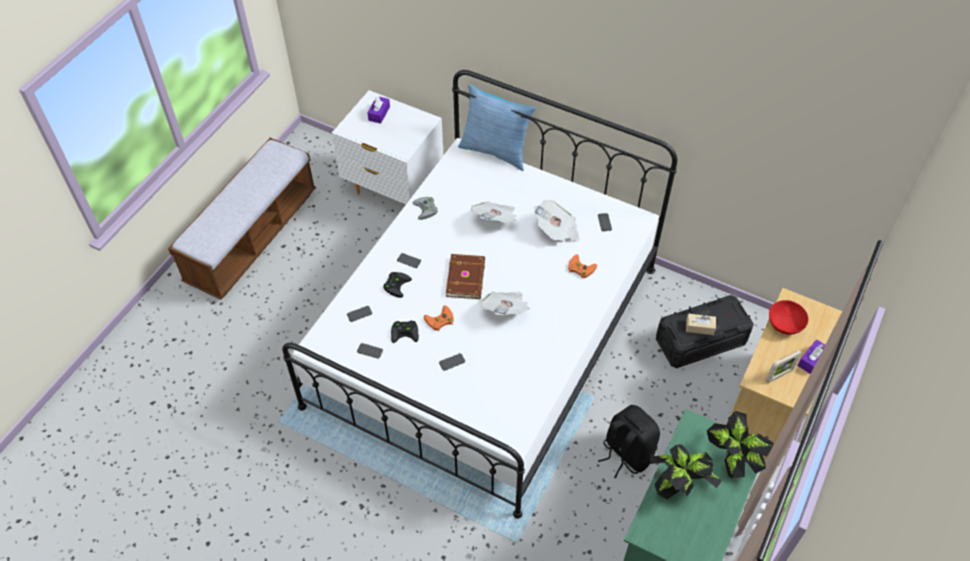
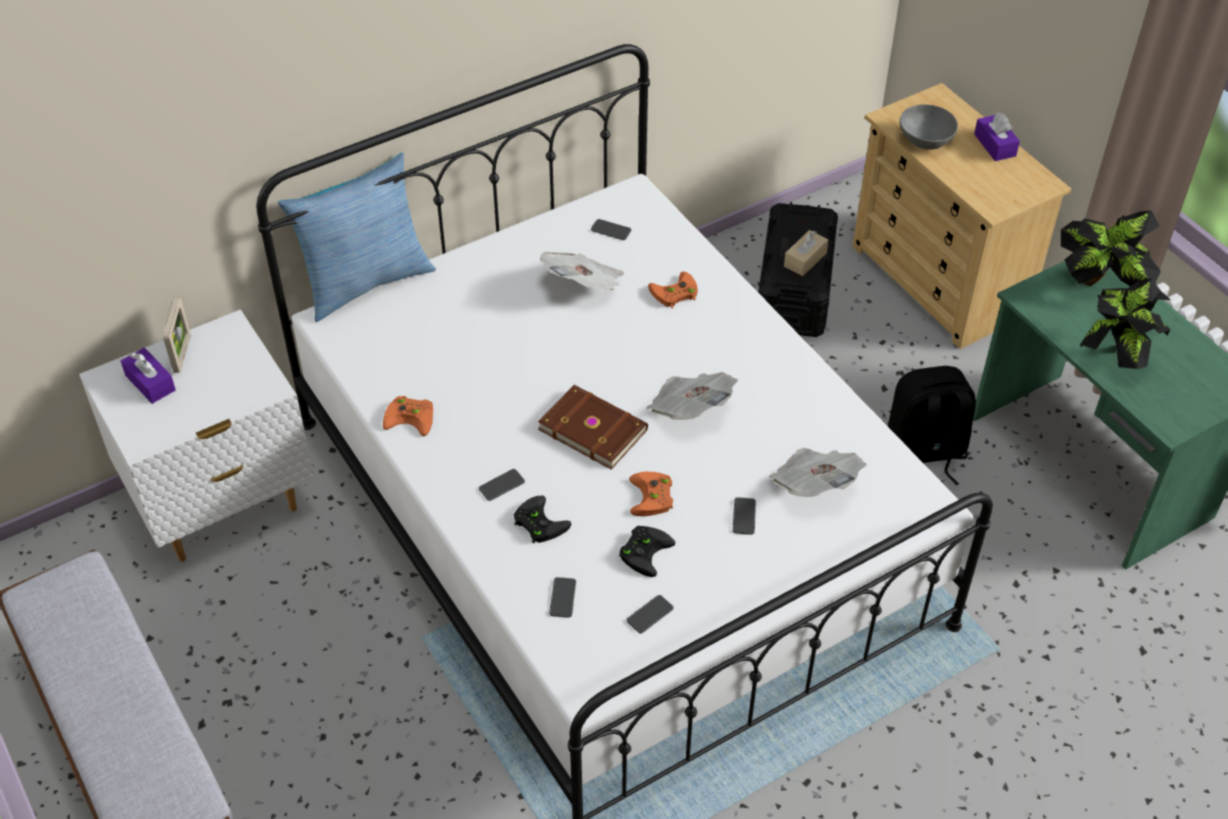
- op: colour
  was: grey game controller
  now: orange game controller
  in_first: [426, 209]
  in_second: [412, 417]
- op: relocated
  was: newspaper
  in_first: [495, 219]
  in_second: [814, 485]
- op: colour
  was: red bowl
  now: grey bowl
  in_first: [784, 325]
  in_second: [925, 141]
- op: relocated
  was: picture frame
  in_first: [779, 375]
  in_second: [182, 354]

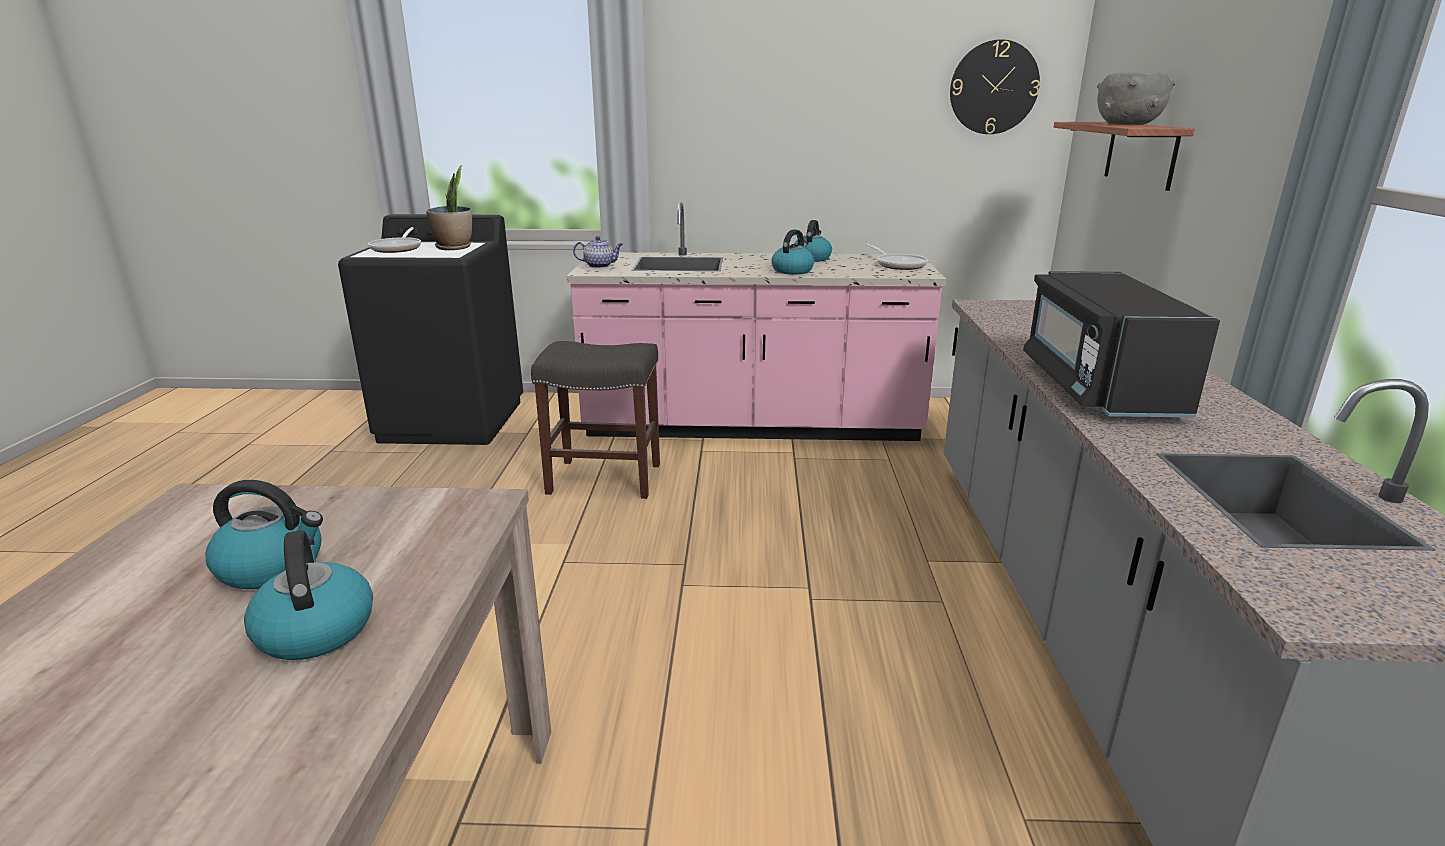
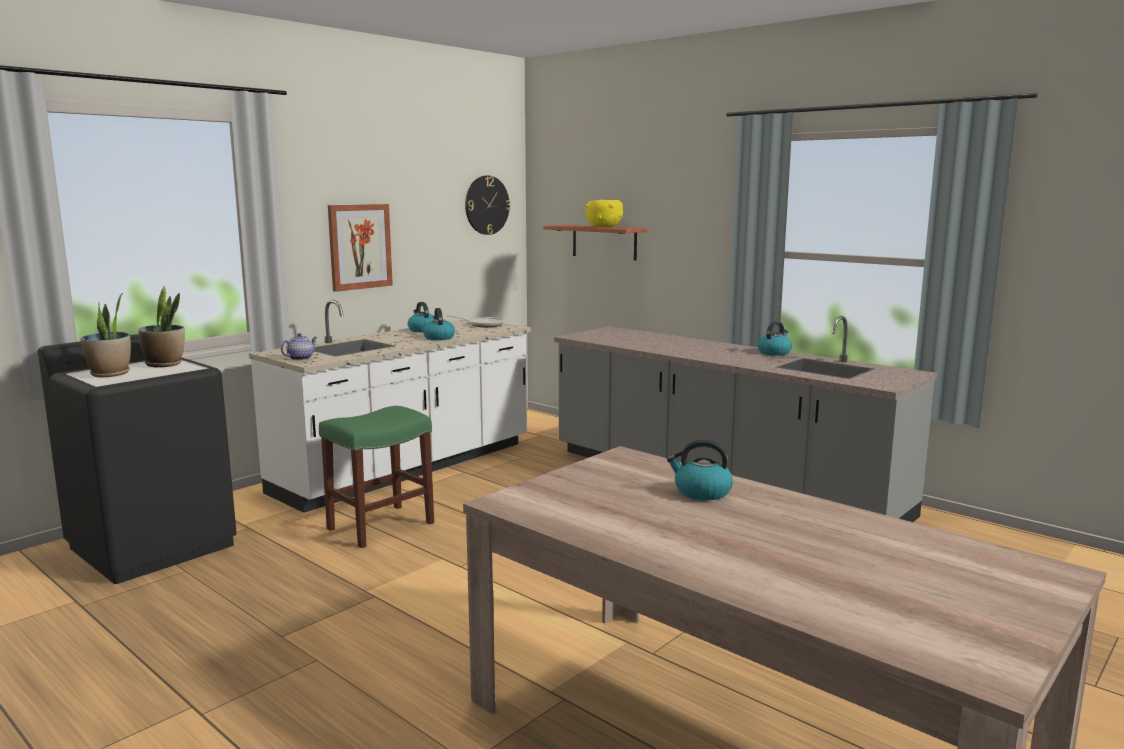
- op: colour
  was: grey bowl
  now: yellow bowl
  in_first: [1127, 125]
  in_second: [603, 227]
- op: colour
  was: pink counter
  now: white counter
  in_first: [752, 425]
  in_second: [407, 468]
- op: exchanged
  was: frying pan
  now: potted plant
  in_first: [398, 248]
  in_second: [110, 374]
- op: missing
  was: black microwave
  in_first: [1098, 387]
- op: colour
  was: grey stool
  now: green stool
  in_first: [606, 478]
  in_second: [381, 525]
- op: relocated
  was: kettle
  in_first: [273, 566]
  in_second: [774, 352]
- op: appeared
  now: picture
  in_second: [359, 246]

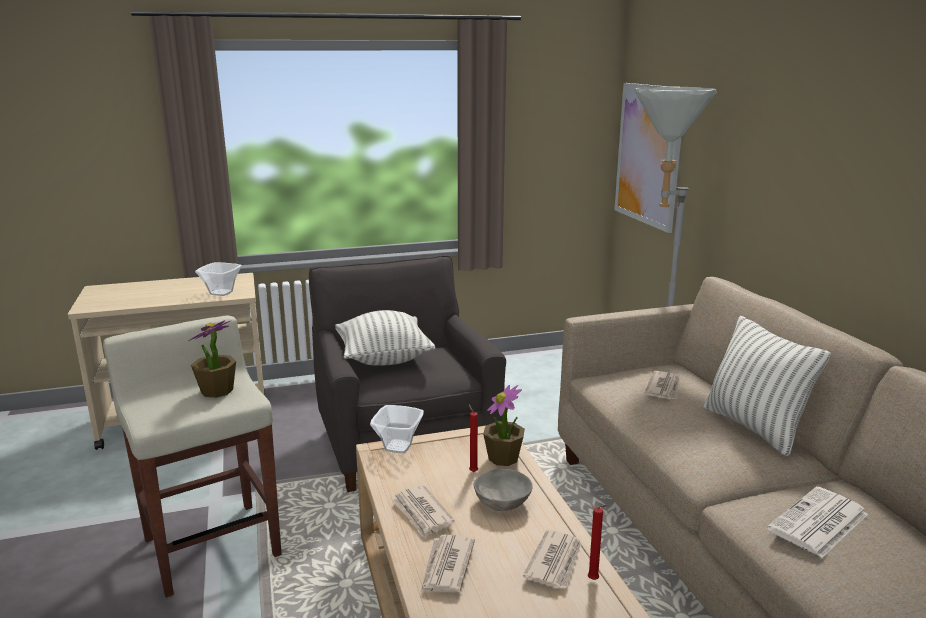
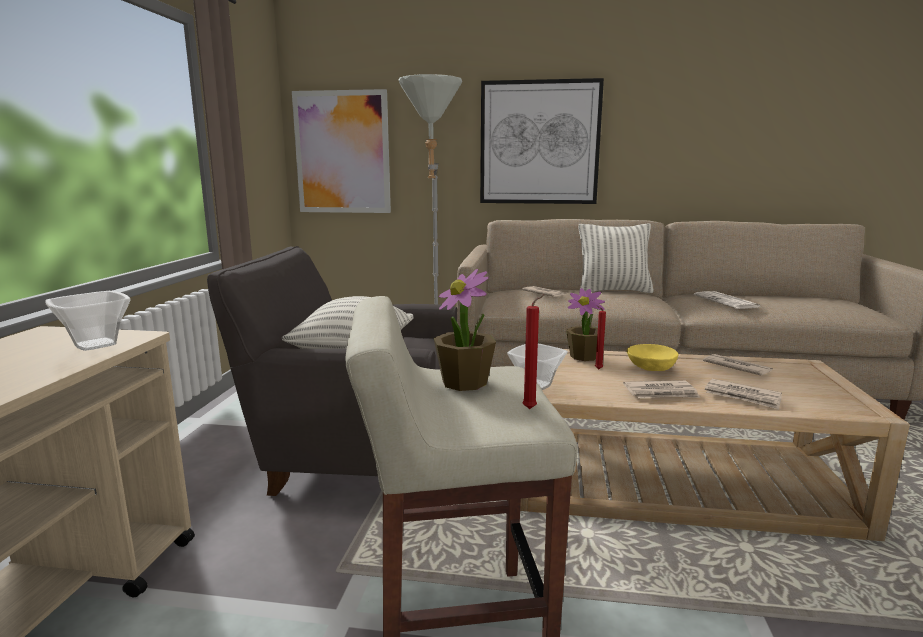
- op: colour
  was: grey bowl
  now: yellow bowl
  in_first: [503, 503]
  in_second: [651, 368]
- op: relocated
  was: red candle
  in_first: [594, 580]
  in_second: [531, 408]
- op: appeared
  now: picture
  in_second: [539, 143]

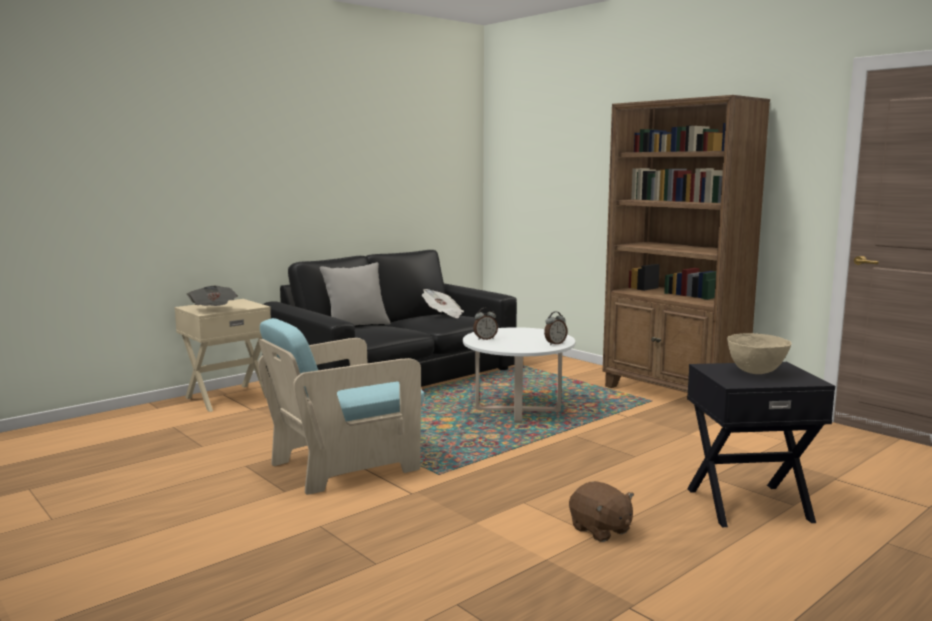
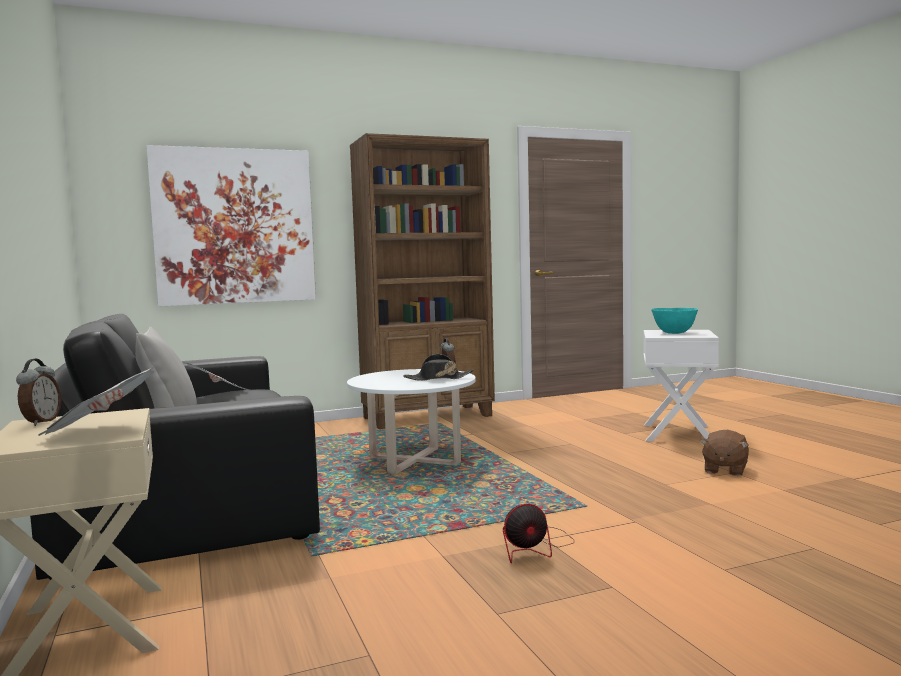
- op: relocated
  was: alarm clock
  in_first: [485, 339]
  in_second: [40, 422]
- op: exchanged
  was: turquoise armchair
  now: fan
  in_first: [345, 465]
  in_second: [534, 547]
- op: colour
  was: beige bowl
  now: turquoise bowl
  in_first: [755, 372]
  in_second: [674, 333]
- op: colour
  was: black side table
  now: white side table
  in_first: [747, 504]
  in_second: [676, 433]
- op: spun
  was: brown plush toy
  in_first: [600, 530]
  in_second: [724, 470]
  clockwise: 135
- op: appeared
  now: picture
  in_second: [235, 226]
- op: appeared
  now: black hat
  in_second: [438, 378]

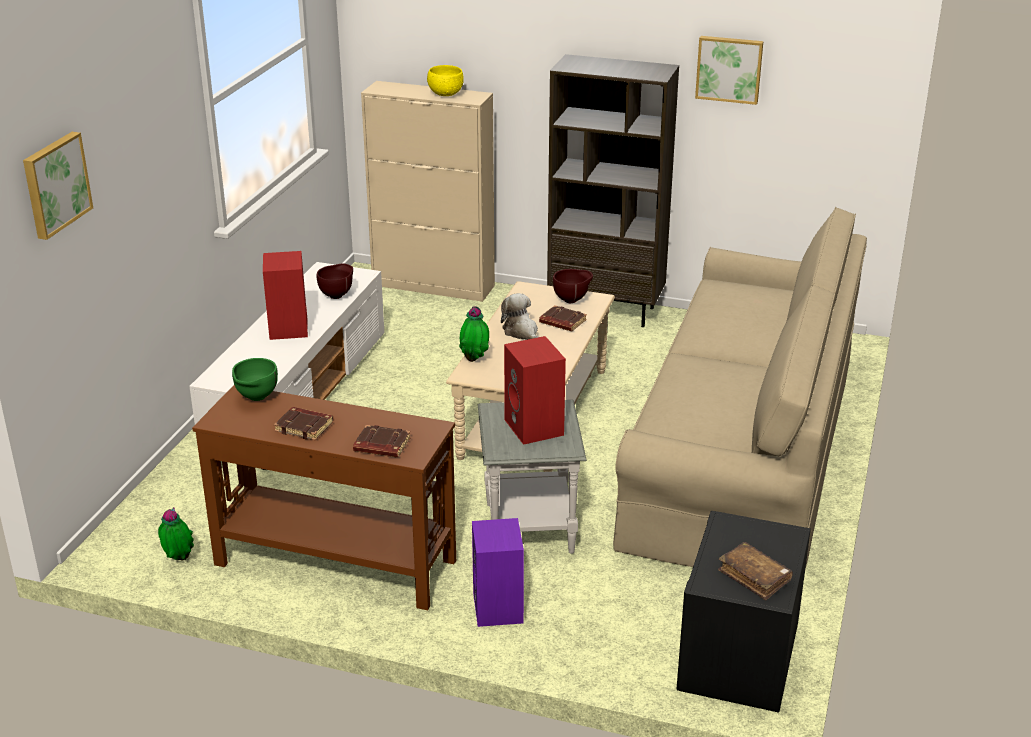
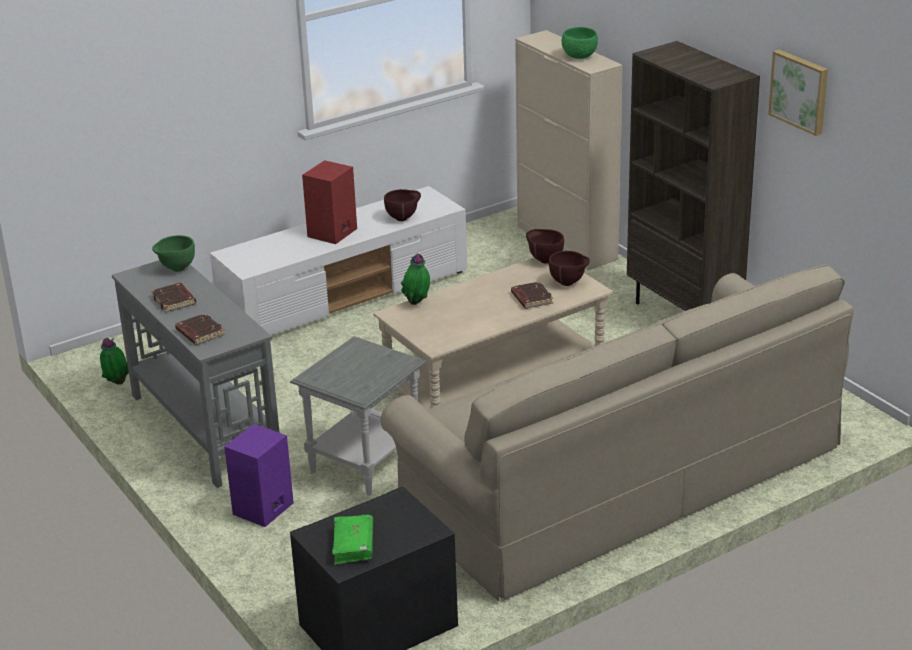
- op: colour
  was: yellow bowl
  now: green bowl
  in_first: [445, 94]
  in_second: [579, 56]
- op: missing
  was: picture
  in_first: [55, 184]
- op: missing
  was: plush toy
  in_first: [521, 332]
- op: missing
  was: red speaker
  in_first: [535, 428]
- op: colour
  was: brown console table
  now: grey console table
  in_first: [334, 562]
  in_second: [205, 427]
- op: colour
  was: brown book
  now: green book
  in_first: [754, 577]
  in_second: [353, 546]
- op: appeared
  now: brown bowl
  in_second: [544, 260]

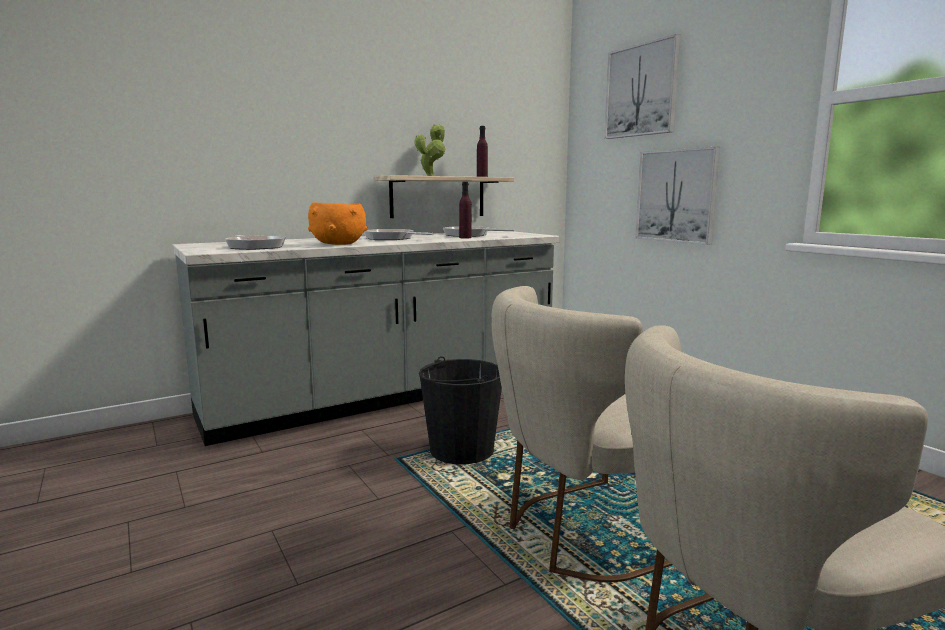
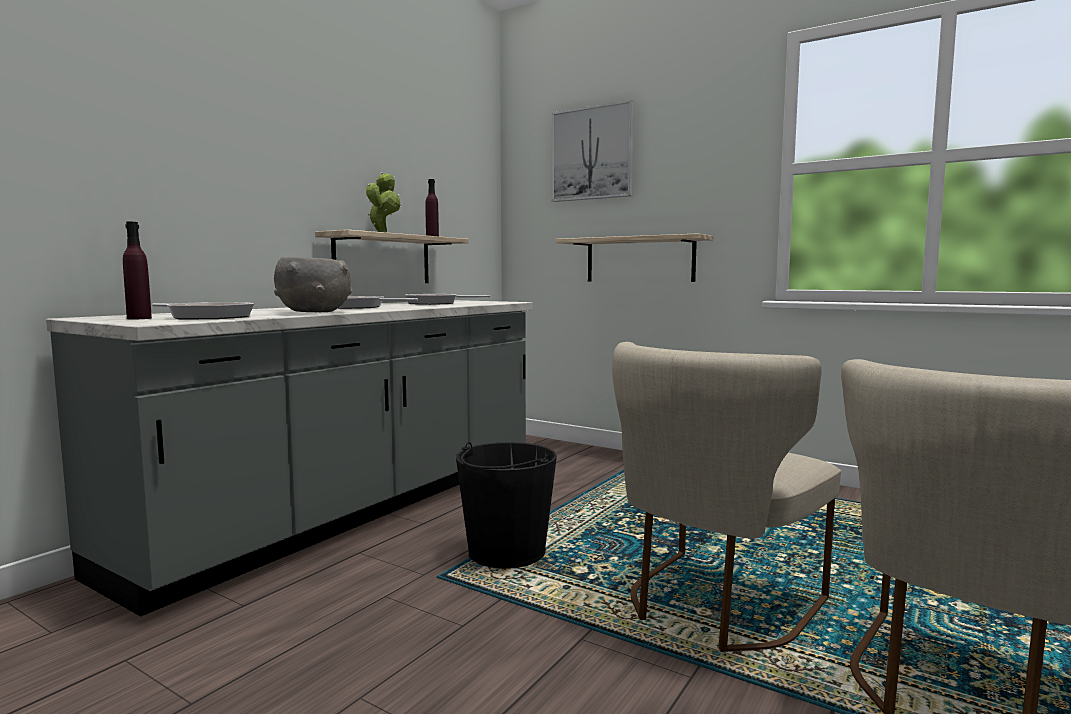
- op: exchanged
  was: picture
  now: shelf
  in_first: [676, 196]
  in_second: [639, 260]
- op: relocated
  was: purple bottle
  in_first: [465, 237]
  in_second: [139, 318]
- op: colour
  was: orange bowl
  now: grey bowl
  in_first: [338, 244]
  in_second: [314, 312]

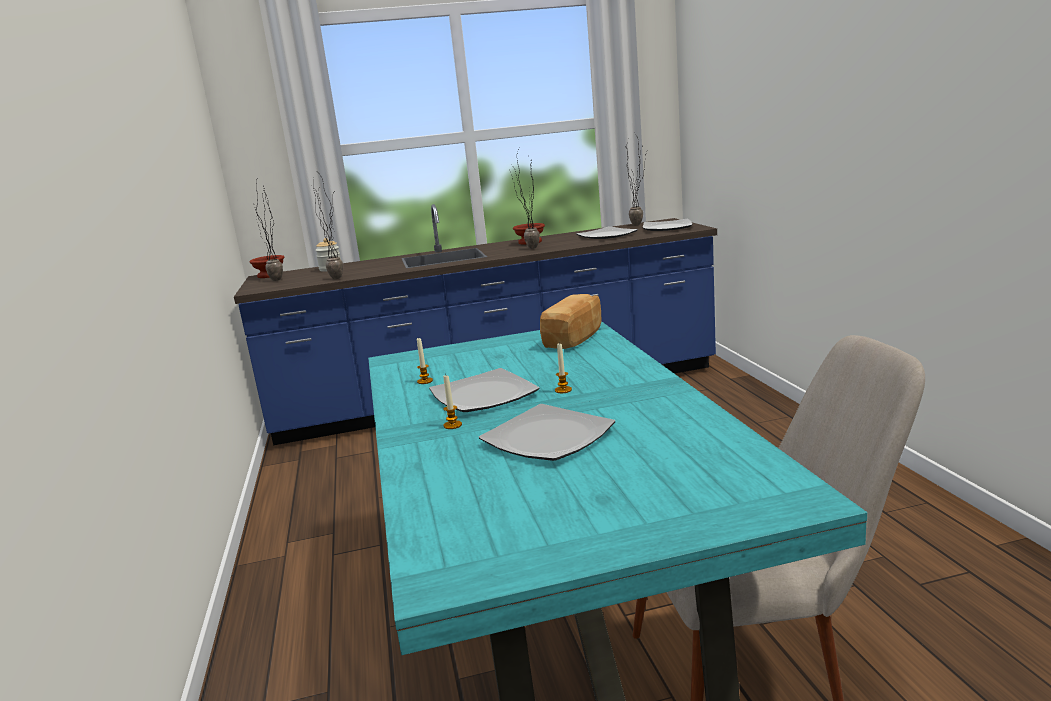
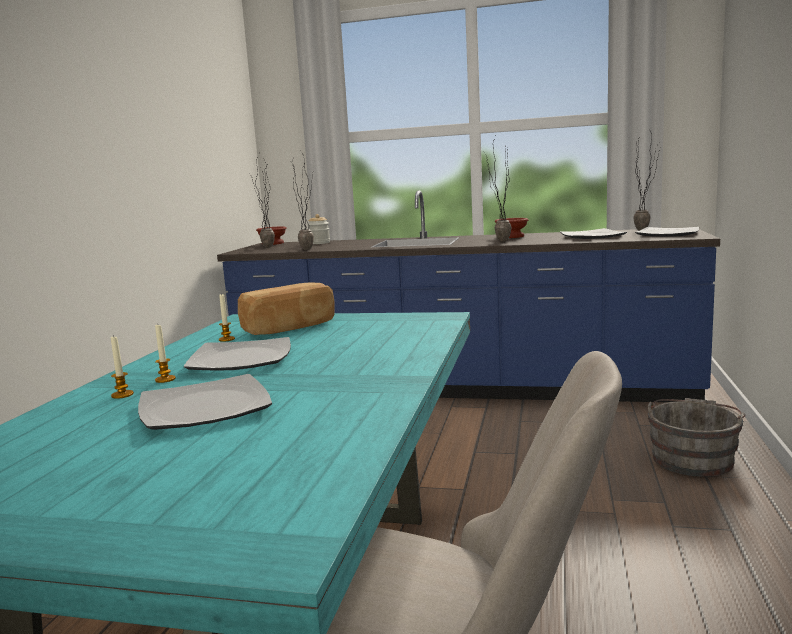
- op: relocated
  was: bread
  in_first: [575, 338]
  in_second: [290, 328]
- op: relocated
  was: candle
  in_first: [563, 390]
  in_second: [122, 395]
- op: appeared
  now: grey bucket
  in_second: [693, 458]

